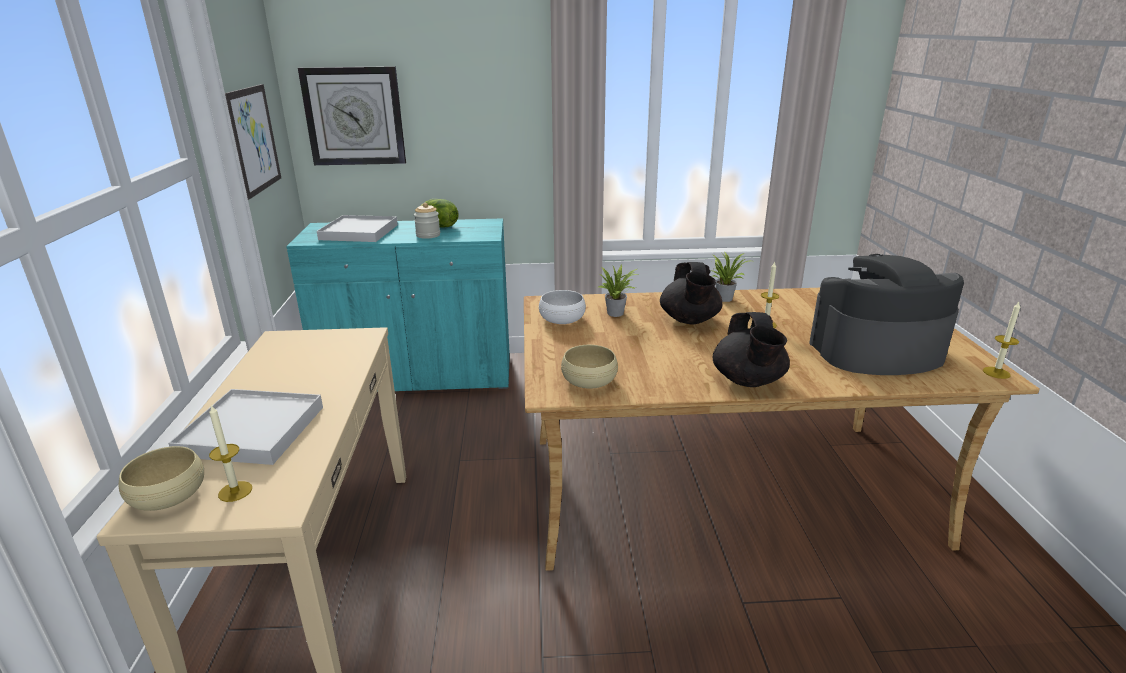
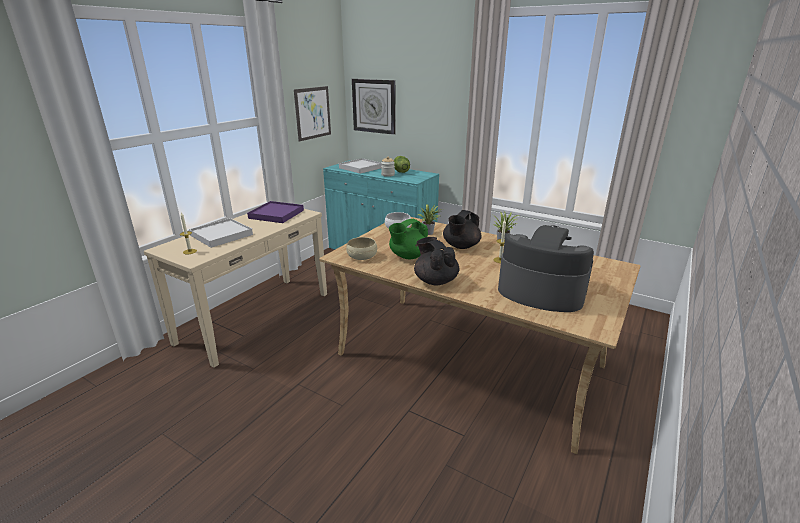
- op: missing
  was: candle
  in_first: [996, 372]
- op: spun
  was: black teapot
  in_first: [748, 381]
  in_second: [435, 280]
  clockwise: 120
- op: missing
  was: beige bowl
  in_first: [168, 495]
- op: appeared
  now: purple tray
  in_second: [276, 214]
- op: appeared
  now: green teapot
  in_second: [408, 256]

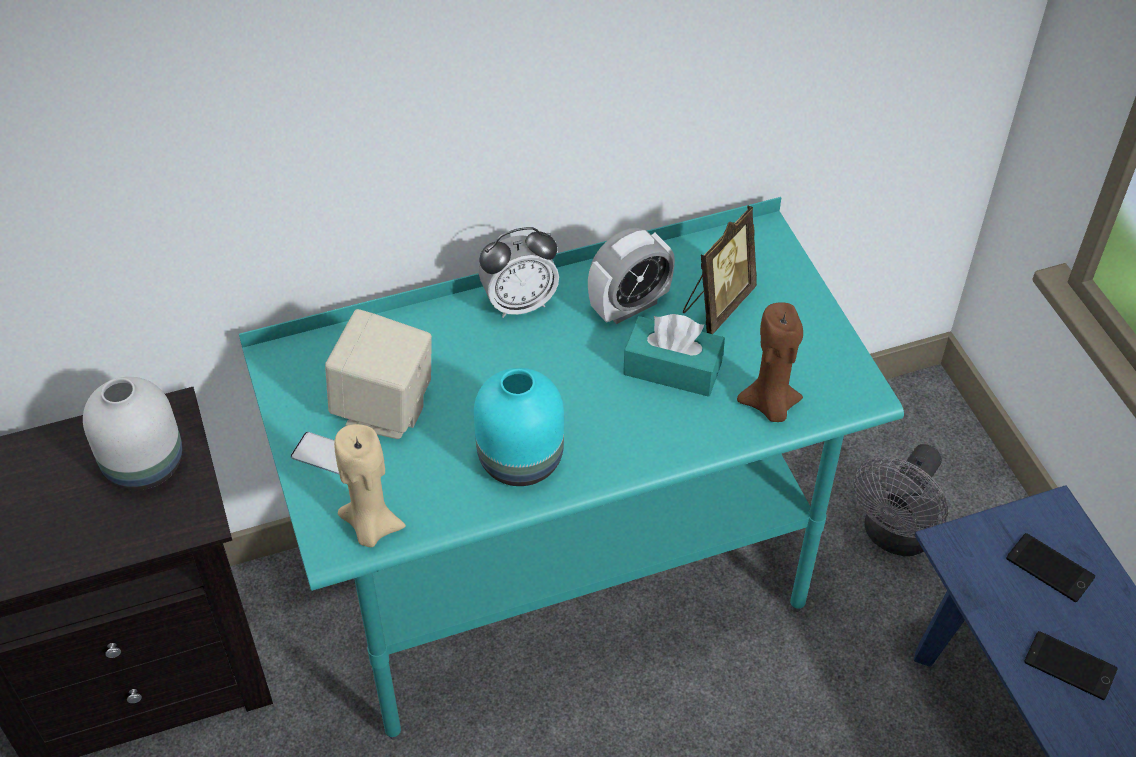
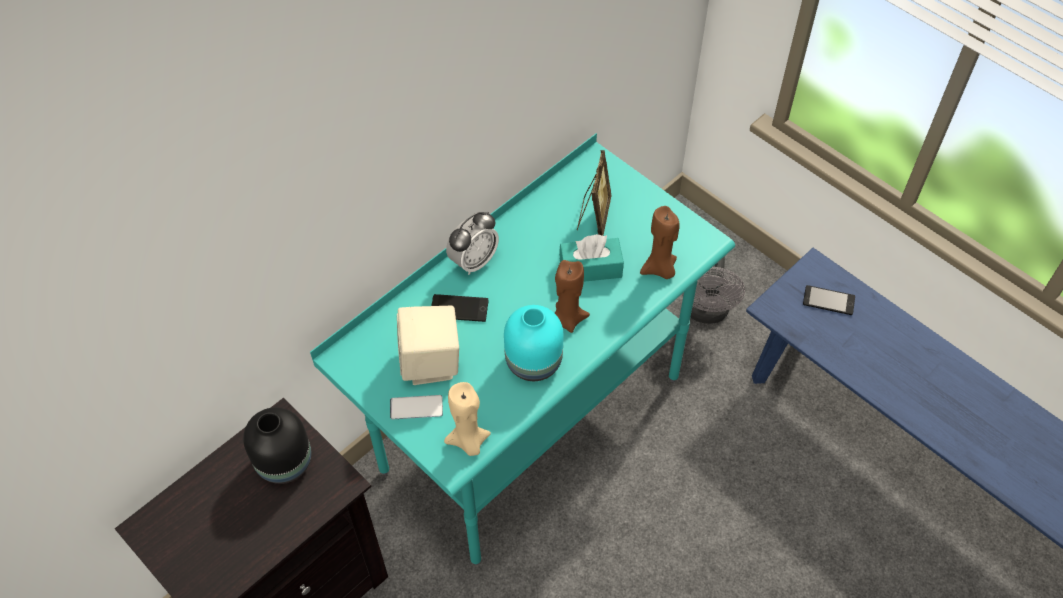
- op: missing
  was: alarm clock
  in_first: [629, 306]
- op: colour
  was: white vase
  now: black vase
  in_first: [144, 467]
  in_second: [285, 463]
- op: relocated
  was: phone
  in_first: [1070, 666]
  in_second: [459, 308]
- op: appeared
  now: brown candle
  in_second: [567, 319]

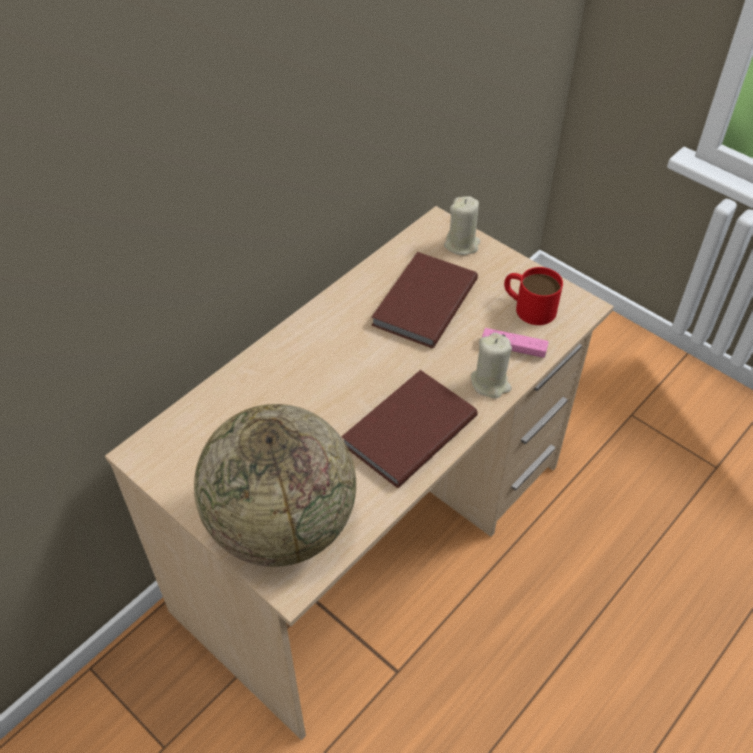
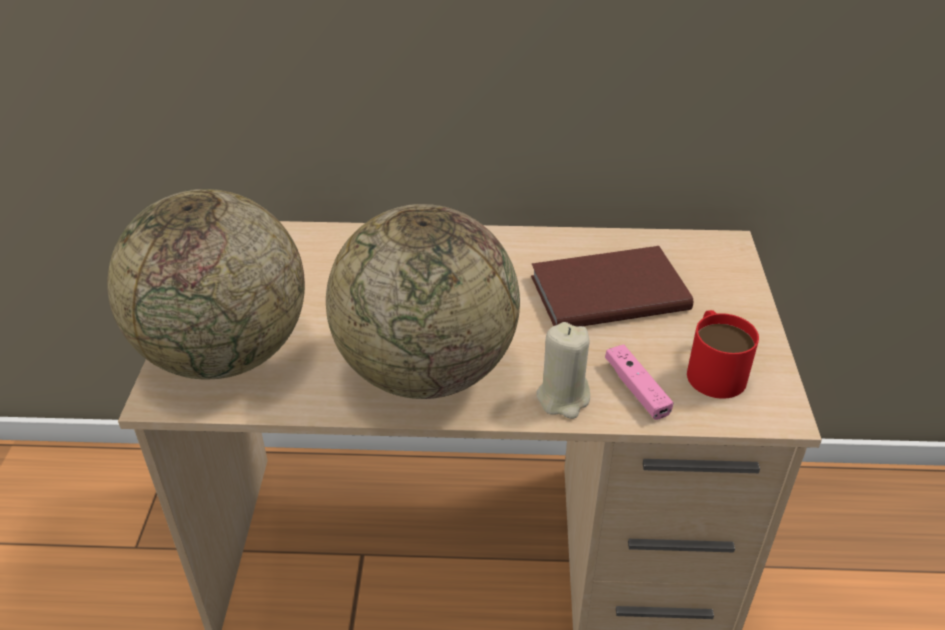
- op: missing
  was: beige candle
  in_first: [462, 244]
- op: exchanged
  was: brown book
  now: globe
  in_first: [406, 430]
  in_second: [426, 370]

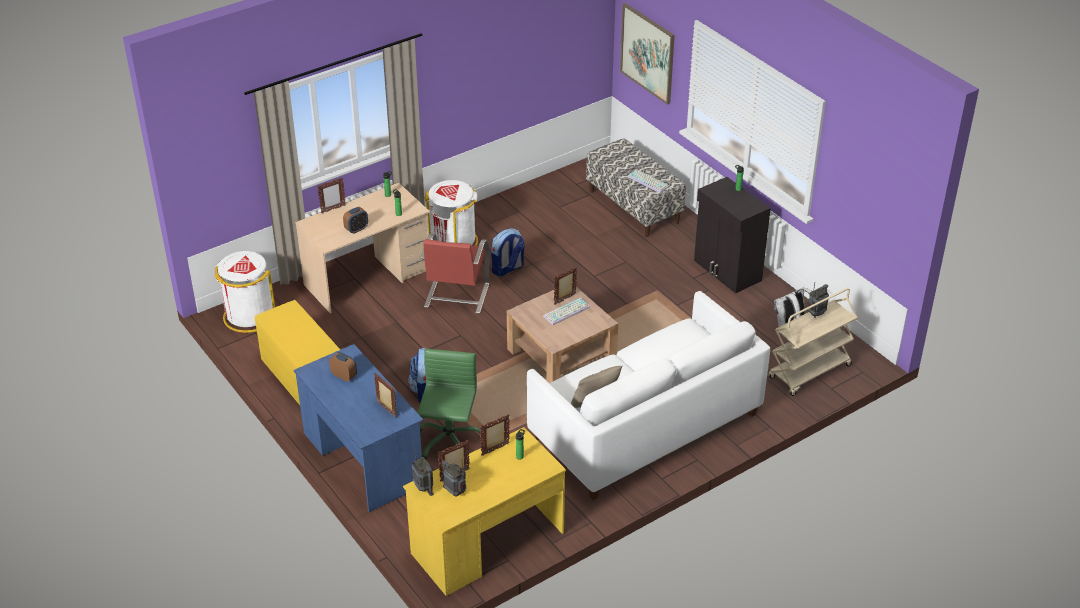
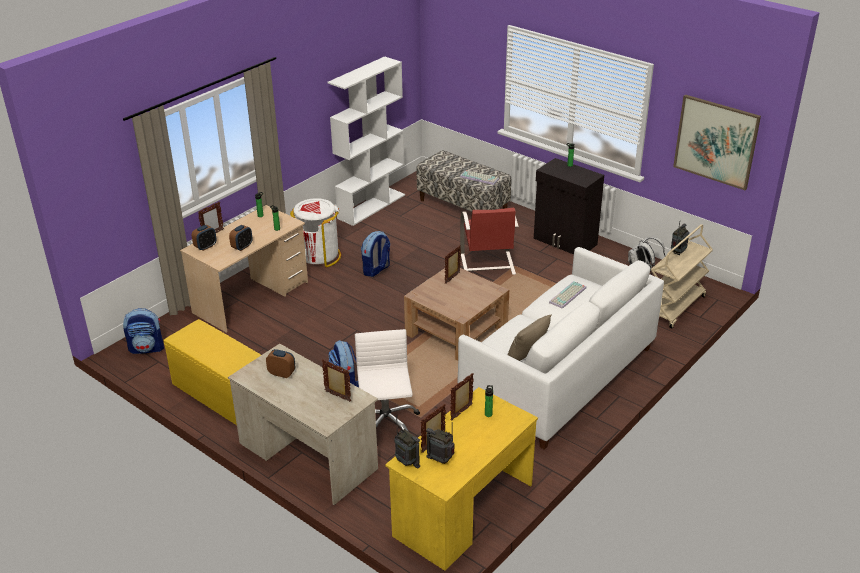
- op: relocated
  was: picture
  in_first: [647, 53]
  in_second: [716, 141]
- op: relocated
  was: red chair
  in_first: [456, 296]
  in_second: [487, 265]
- op: exchanged
  was: white trash can
  now: backpack
  in_first: [249, 316]
  in_second: [147, 348]
- op: relocated
  was: keyboard
  in_first: [566, 312]
  in_second: [568, 296]
- op: colour
  was: blue desk
  now: beige desk
  in_first: [363, 459]
  in_second: [307, 456]
- op: colour
  was: green office chair
  now: white office chair
  in_first: [449, 441]
  in_second: [385, 423]
- op: appeared
  now: white bookcase
  in_second: [371, 206]
- op: appeared
  now: alarm clock
  in_second: [205, 247]

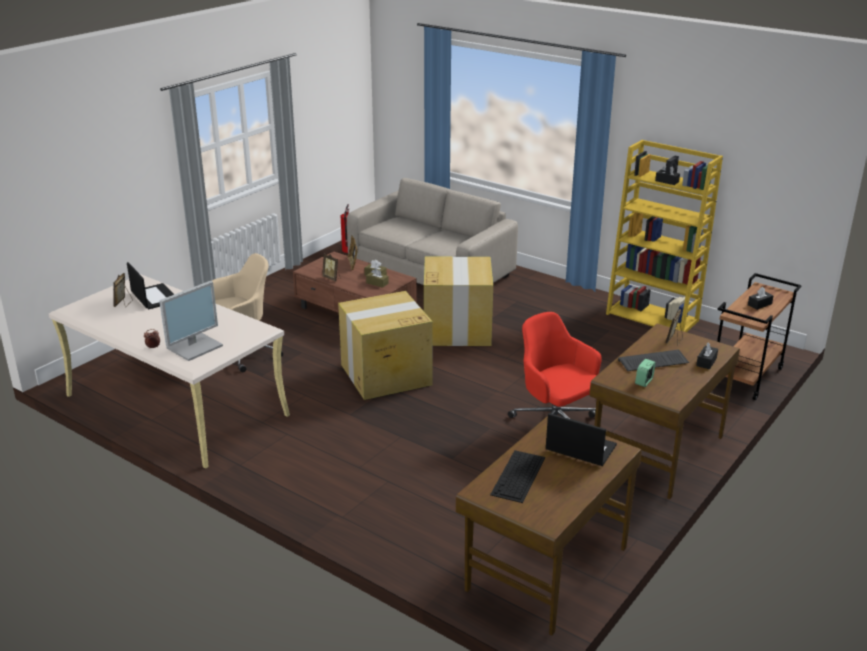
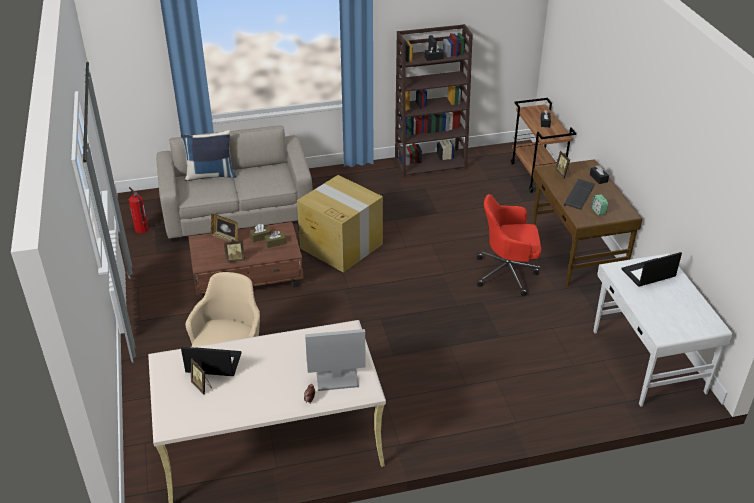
- op: colour
  was: yellow bookcase
  now: brown bookcase
  in_first: [653, 317]
  in_second: [431, 163]
- op: spun
  was: monitor
  in_first: [195, 346]
  in_second: [336, 376]
  clockwise: -90
- op: missing
  was: cardboard box
  in_first: [385, 375]
- op: colour
  was: brown desk
  now: white desk
  in_first: [545, 568]
  in_second: [647, 362]
- op: missing
  was: keyboard
  in_first: [518, 476]
- op: appeared
  now: blue pillow
  in_second: [210, 175]

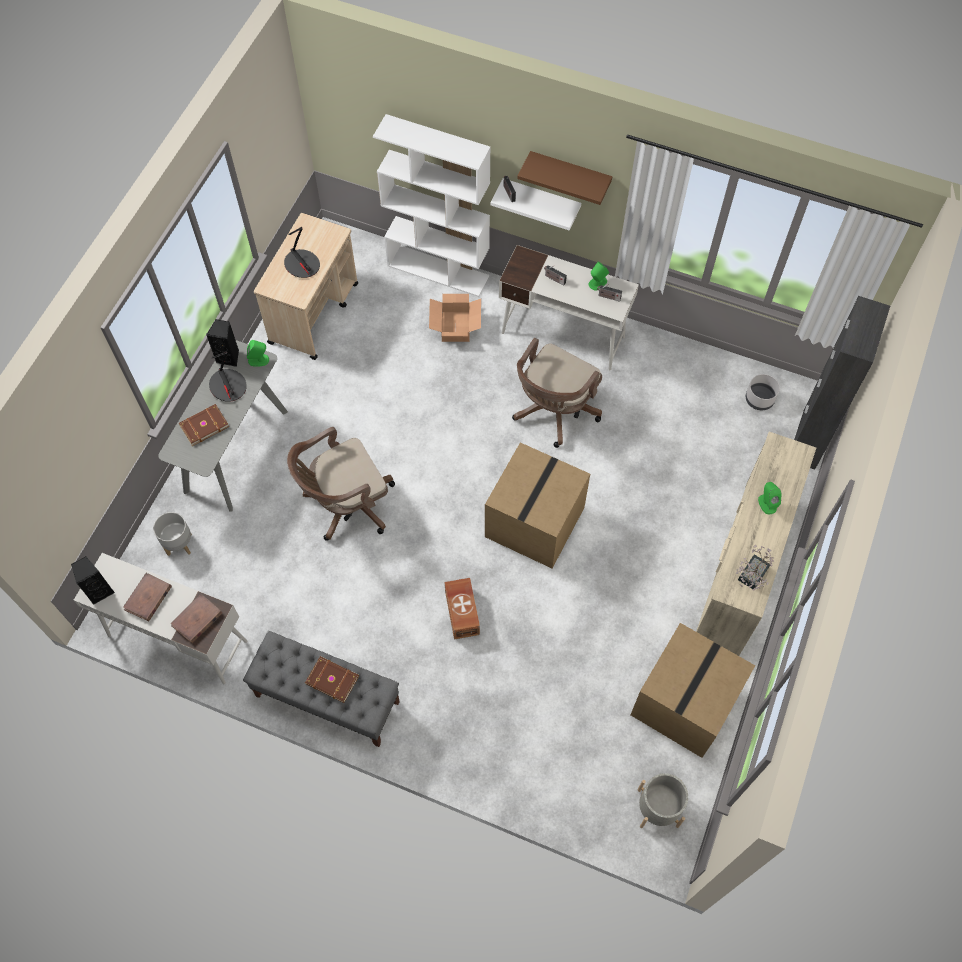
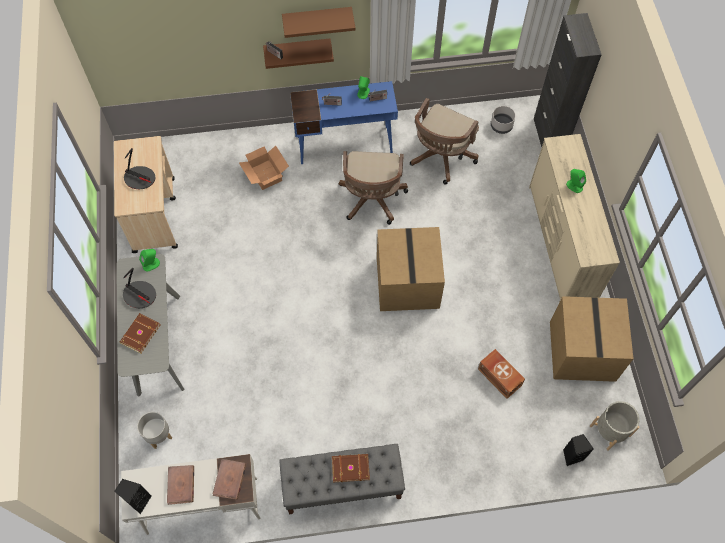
- op: missing
  was: white bookcase
  in_first: [439, 270]
- op: colour
  was: white shelf
  now: brown shelf
  in_first: [541, 200]
  in_second: [297, 50]
- op: colour
  was: white desk
  now: blue desk
  in_first: [563, 335]
  in_second: [345, 144]
- op: relocated
  was: black speaker
  in_first: [229, 357]
  in_second: [572, 455]
- op: relocated
  was: brown office chair
  in_first: [346, 505]
  in_second: [440, 158]
- op: missing
  was: potted plant
  in_first: [750, 577]
- op: relocated
  was: brown storage box
  in_first: [462, 612]
  in_second: [499, 376]

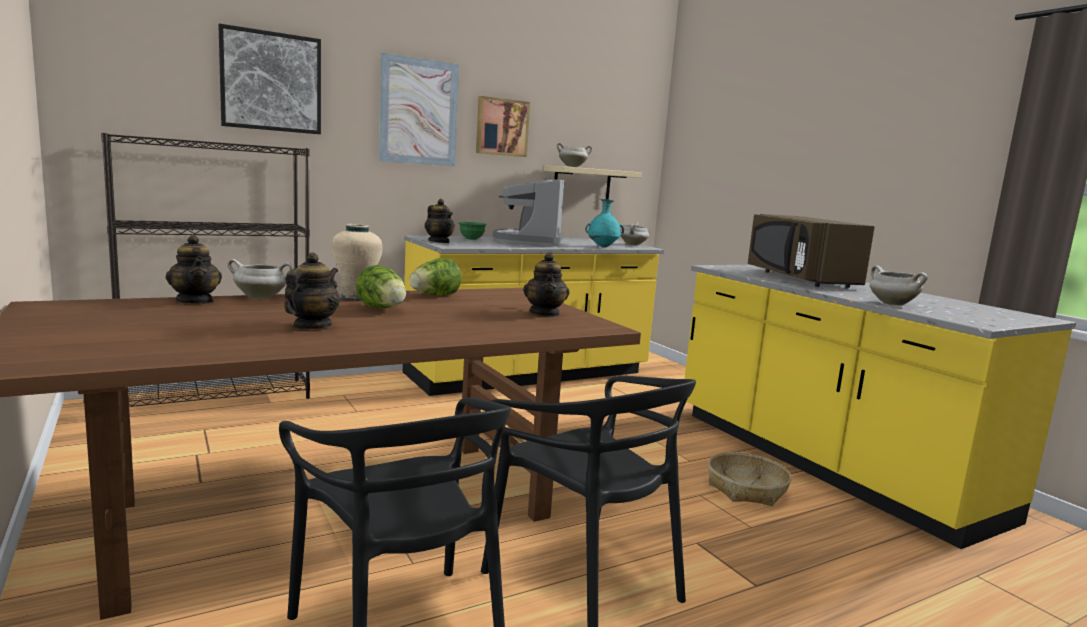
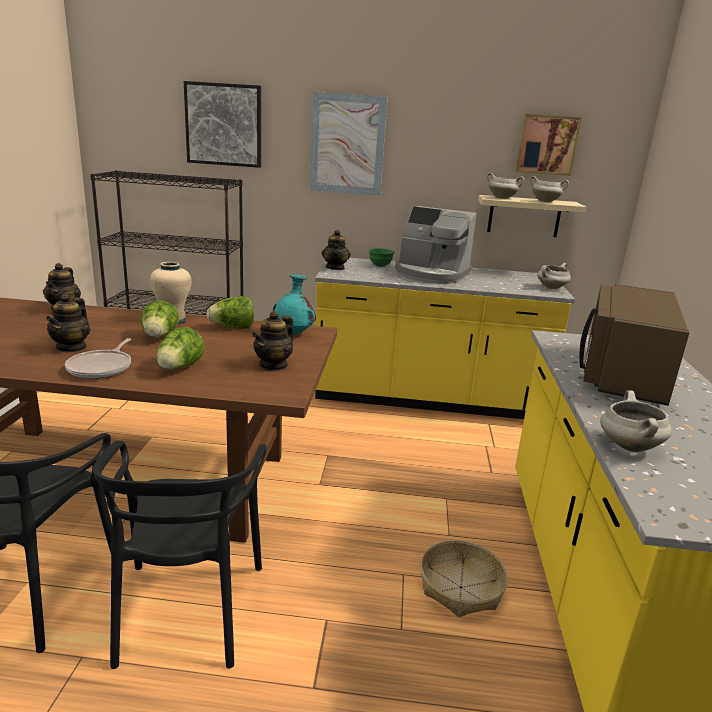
- op: relocated
  was: picture
  in_first: [501, 127]
  in_second: [547, 145]
- op: spun
  was: coffee machine
  in_first: [529, 242]
  in_second: [431, 274]
  clockwise: -105
- op: relocated
  was: turquoise vase
  in_first: [603, 247]
  in_second: [294, 334]
- op: spun
  was: teapot
  in_first: [311, 326]
  in_second: [72, 347]
  clockwise: 135
- op: relocated
  was: white cooking pot
  in_first: [261, 298]
  in_second: [546, 201]
- op: appeared
  now: lettuce
  in_second: [180, 368]
- op: appeared
  now: frying pan
  in_second: [102, 368]

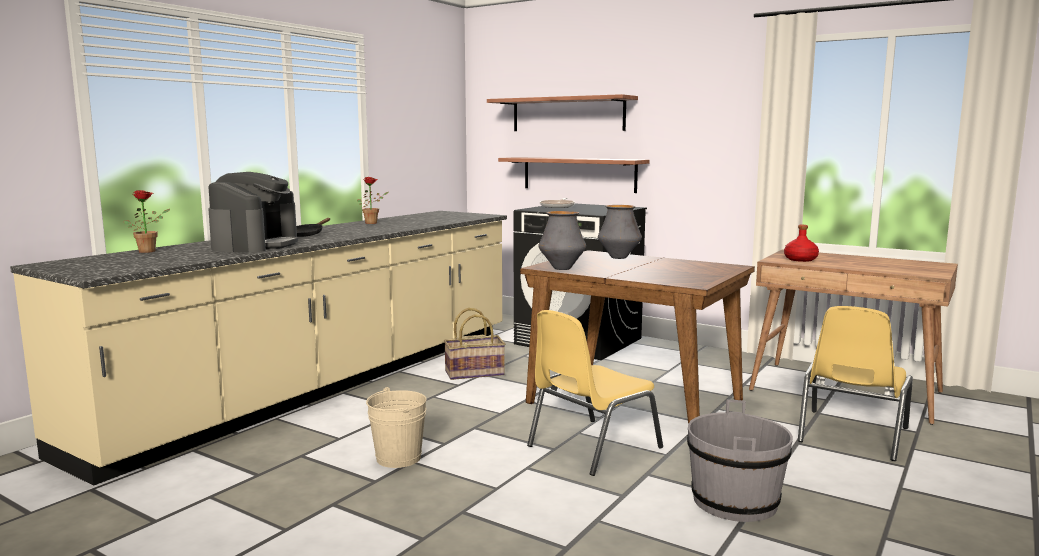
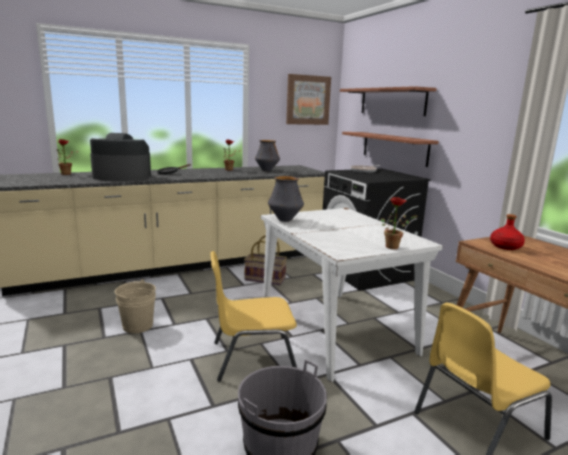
- op: spun
  was: coffee machine
  in_first: [256, 245]
  in_second: [121, 177]
  clockwise: -135
- op: relocated
  was: vase
  in_first: [619, 257]
  in_second: [267, 170]
- op: colour
  was: brown dining table
  now: white dining table
  in_first: [633, 401]
  in_second: [334, 329]
- op: appeared
  now: picture
  in_second: [308, 100]
- op: appeared
  now: potted plant
  in_second: [394, 247]

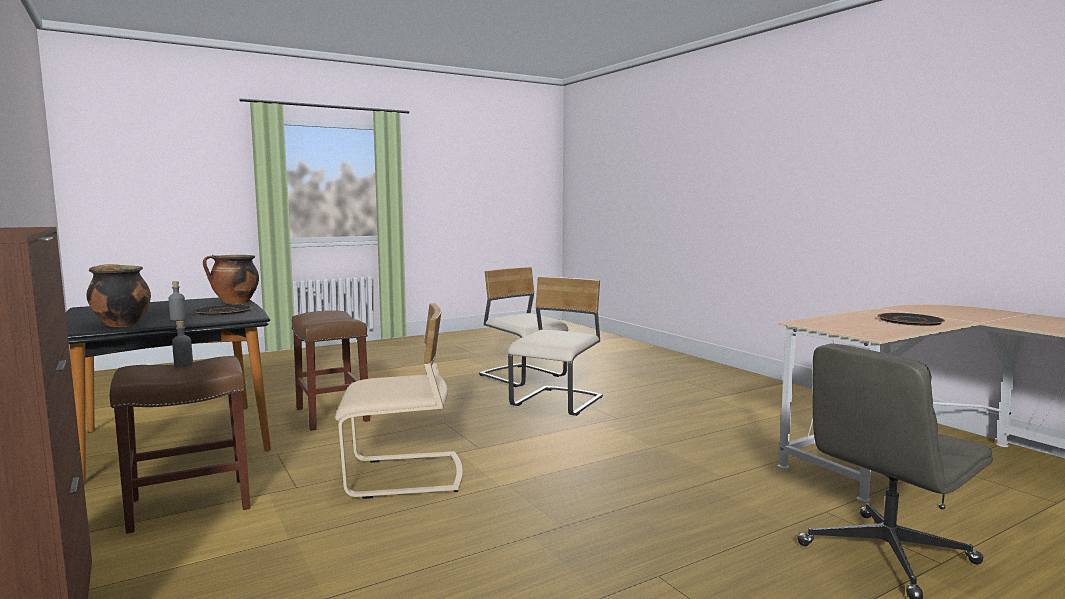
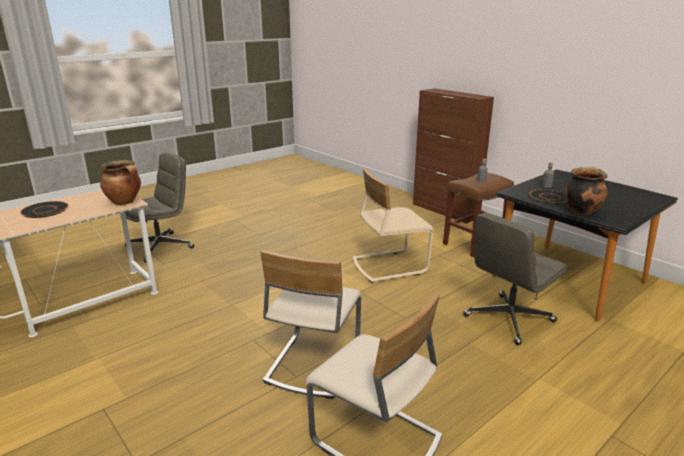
- op: relocated
  was: cooking pot
  in_first: [120, 324]
  in_second: [125, 202]
- op: exchanged
  was: brown stool
  now: grey office chair
  in_first: [333, 415]
  in_second: [508, 319]

